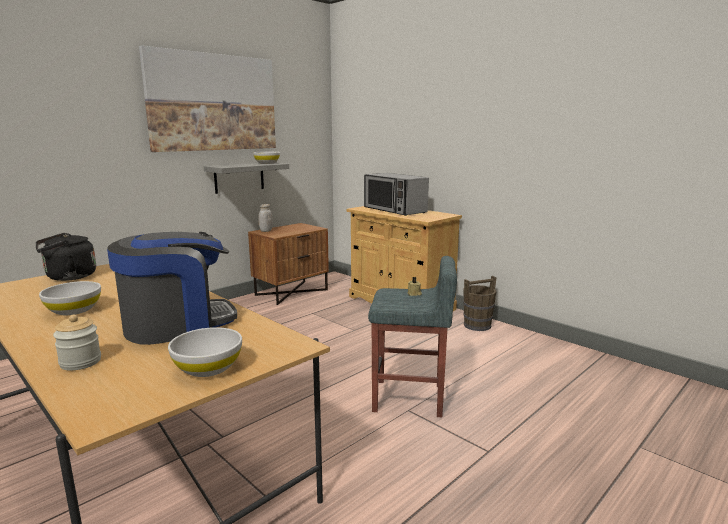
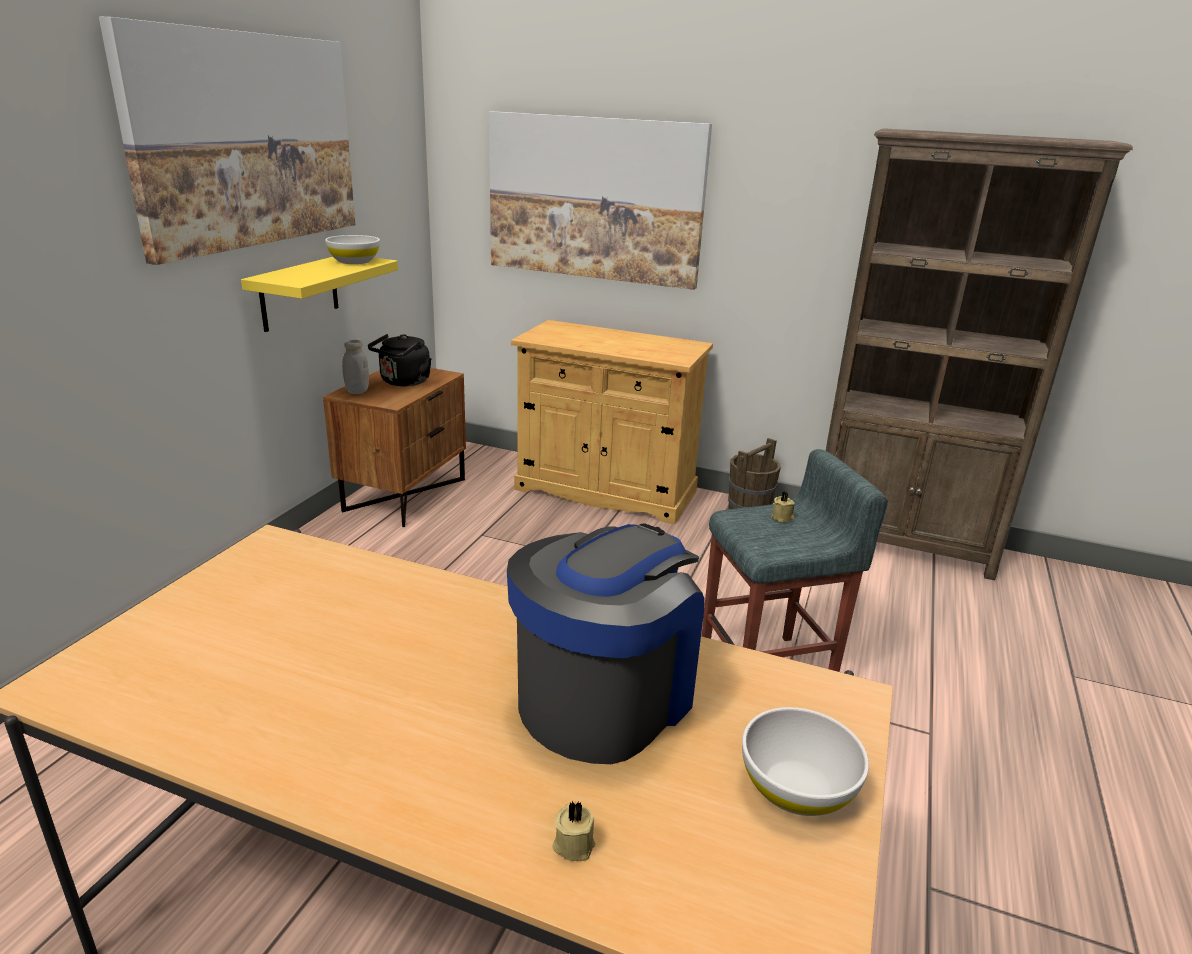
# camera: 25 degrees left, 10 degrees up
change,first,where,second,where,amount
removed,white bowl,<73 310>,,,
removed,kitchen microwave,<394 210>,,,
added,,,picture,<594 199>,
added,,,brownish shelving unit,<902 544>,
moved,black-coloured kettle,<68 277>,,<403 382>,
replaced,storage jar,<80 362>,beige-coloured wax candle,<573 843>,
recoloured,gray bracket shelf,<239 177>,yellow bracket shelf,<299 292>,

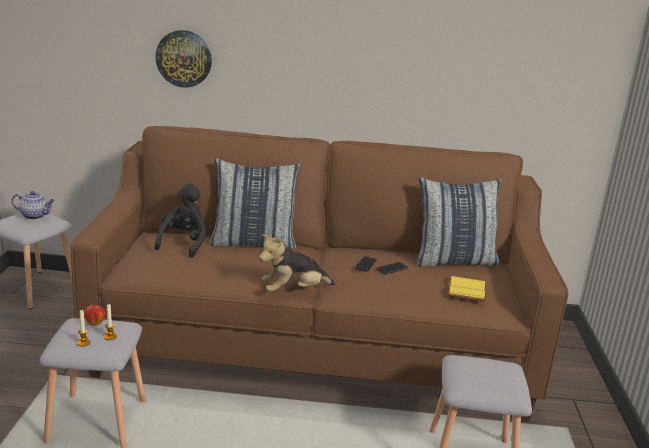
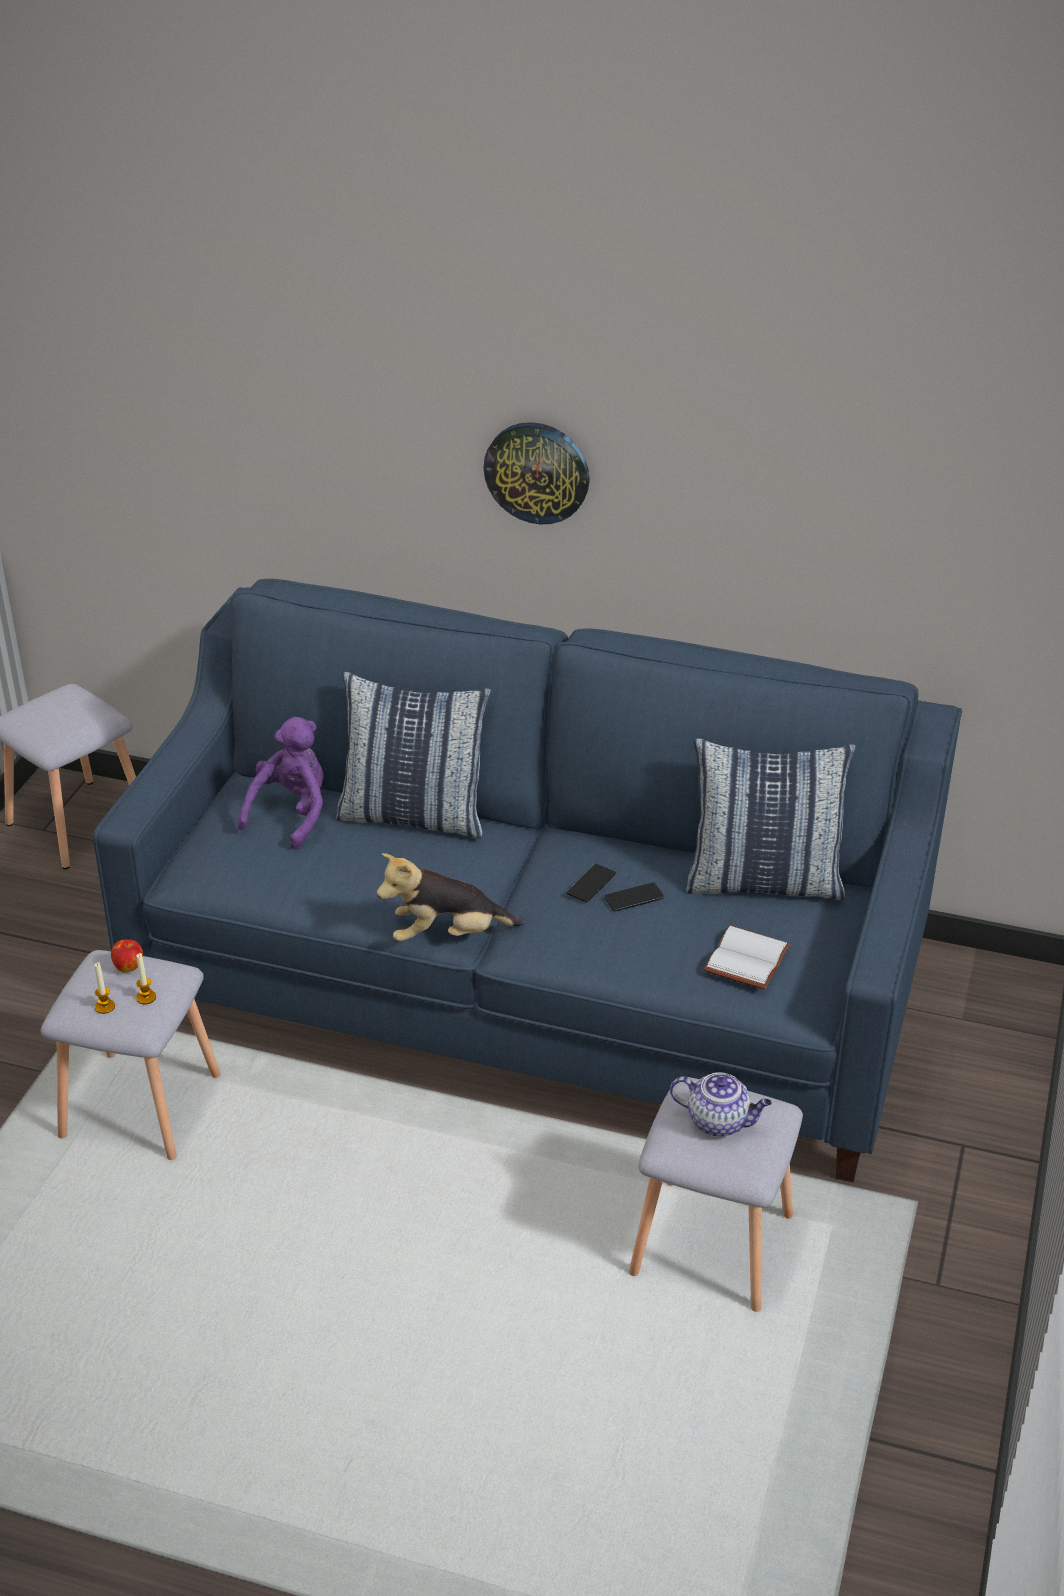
# camera: 15 degrees right, 15 degrees up
change,first,where,second,where,amount
moved,pot for tea,<35 216>,,<719 1121>,
moved,hanging clock,<184 58>,,<537 472>,
recoloured,brownish settee,<315 345>,blue settee,<533 985>,
recoloured,black-coloured soft toy,<184 244>,purple-coloured soft toy,<291 814>,
recoloured,yellow volume,<468 291>,white volume,<748 961>,

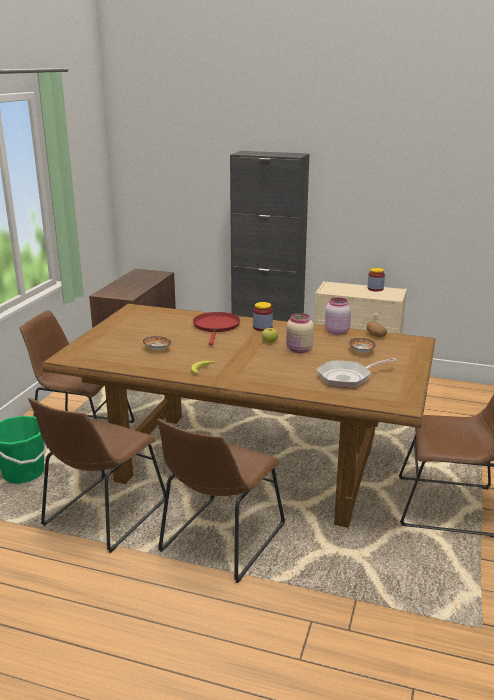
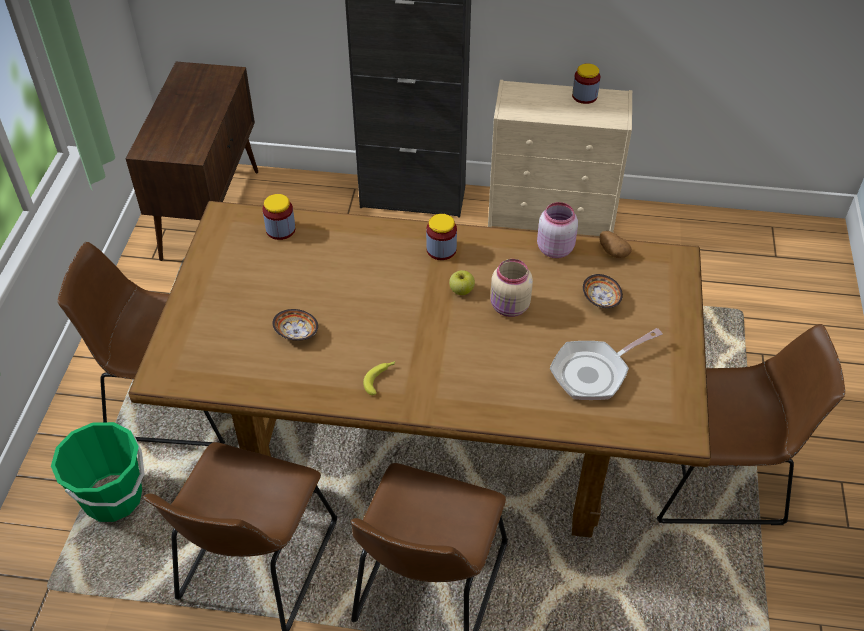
# camera: 10 degrees left, 25 degrees up
change,first,where,second,where,amount
removed,red-coloured skillet,<216 327>,,,
added,,,storage jar,<280 230>,

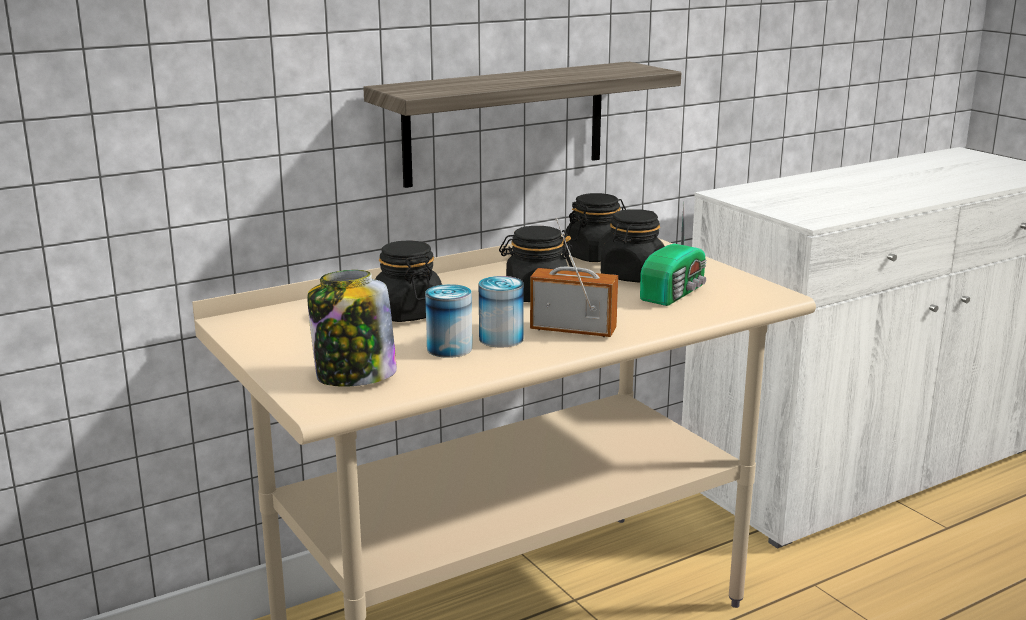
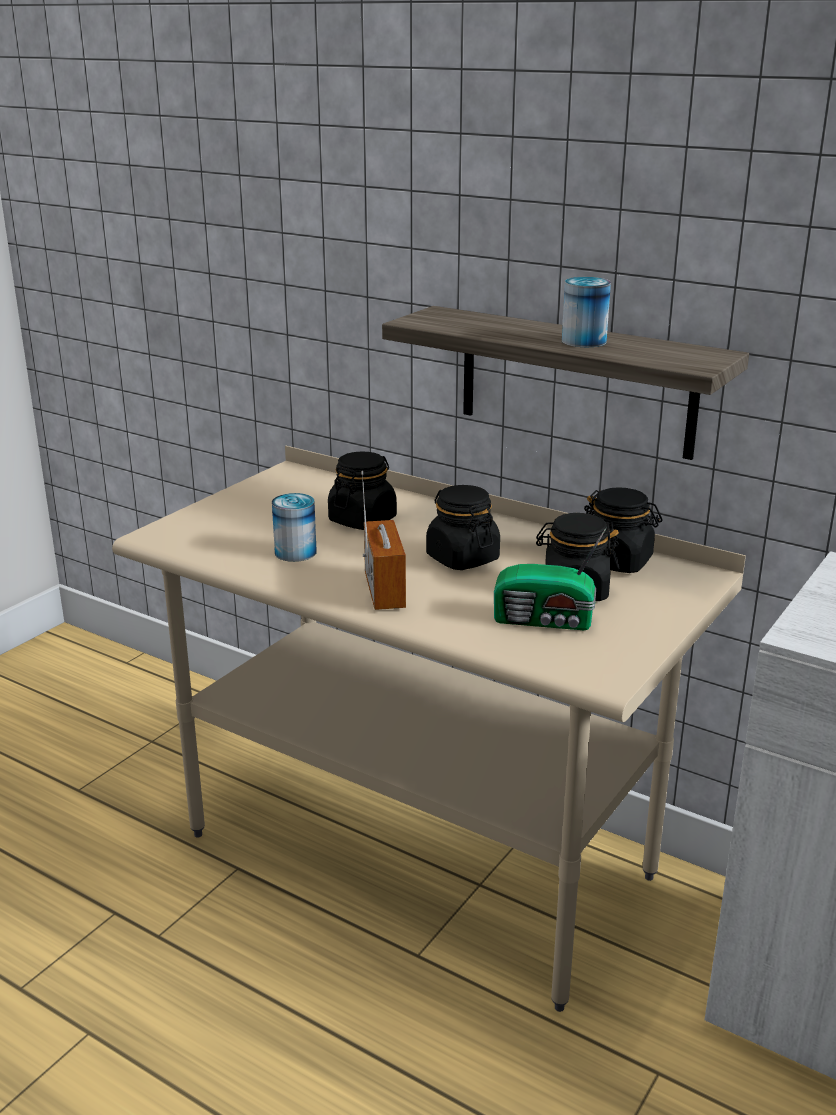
# camera: 65 degrees right, 5 degrees up
change,first,where,second,where,amount
removed,storage jar,<354 376>,,,
moved,sealed can,<501 339>,,<584 341>,

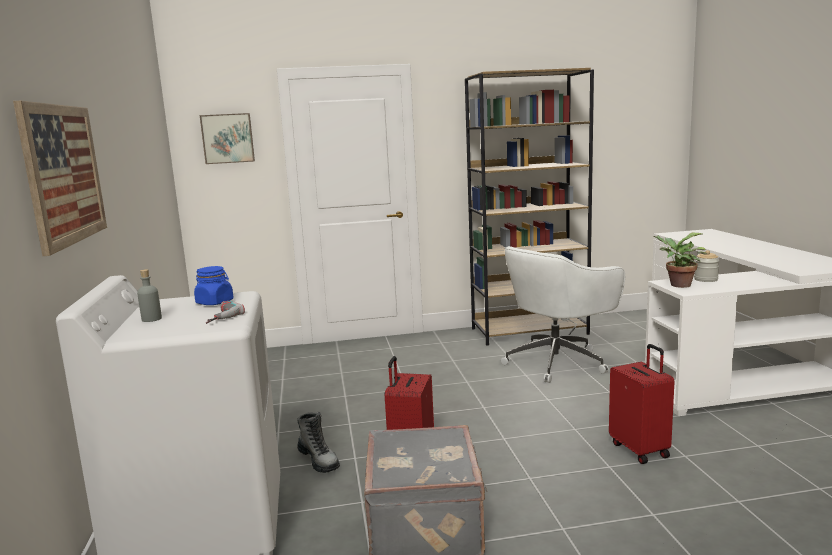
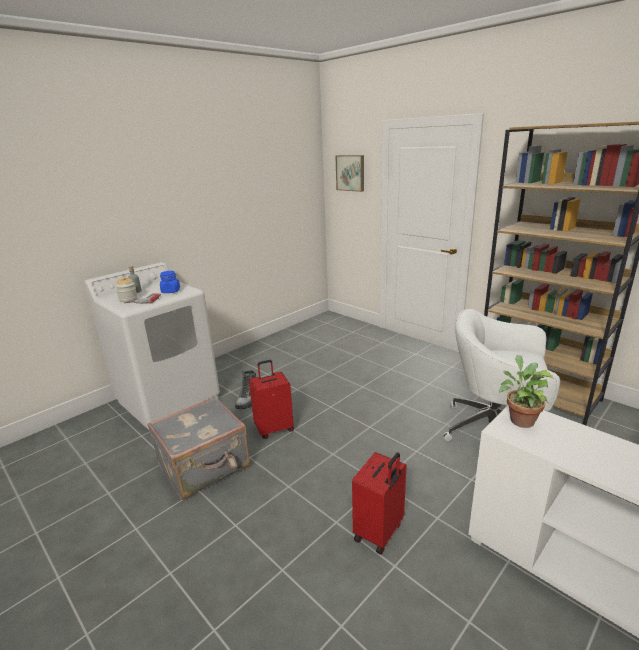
# camera: 55 degrees right, 10 degrees up
change,first,where,second,where,amount
removed,picture,<64 174>,,,
moved,storage jar,<706 279>,,<128 299>,

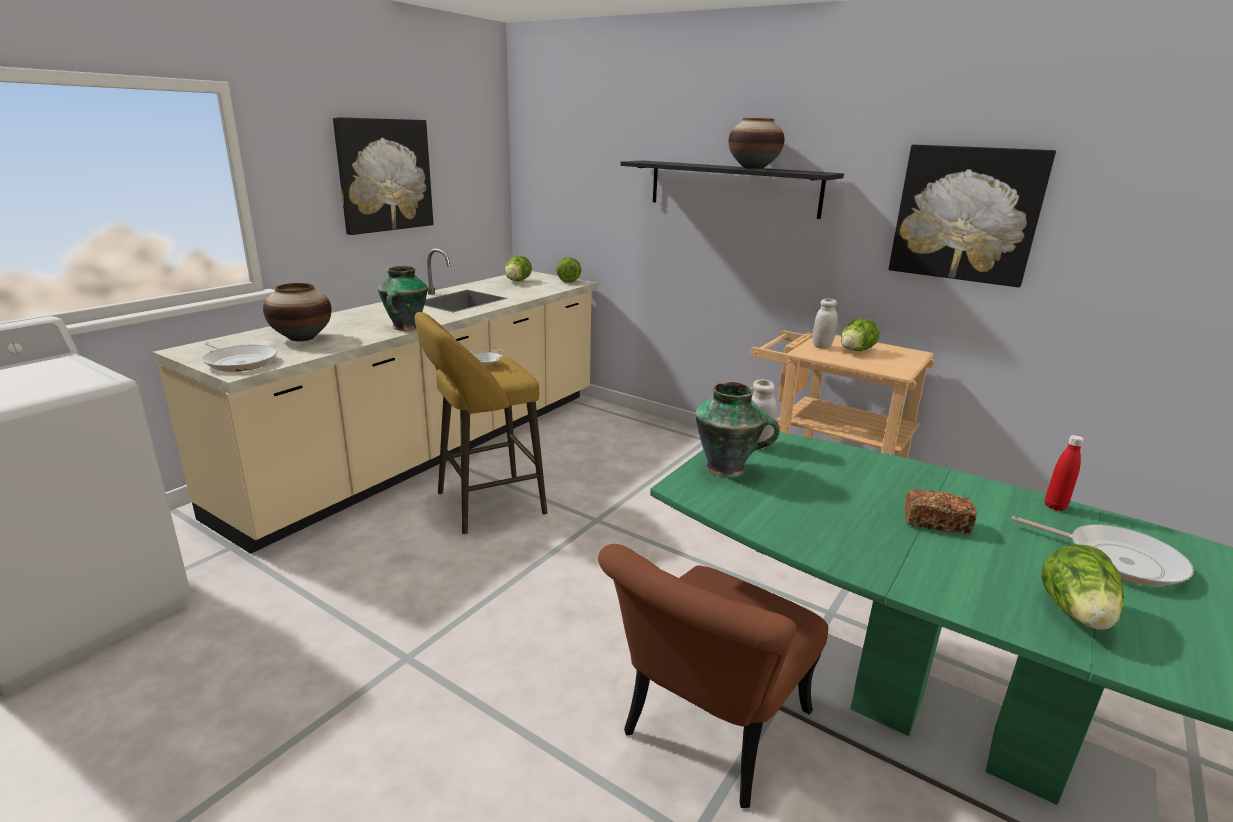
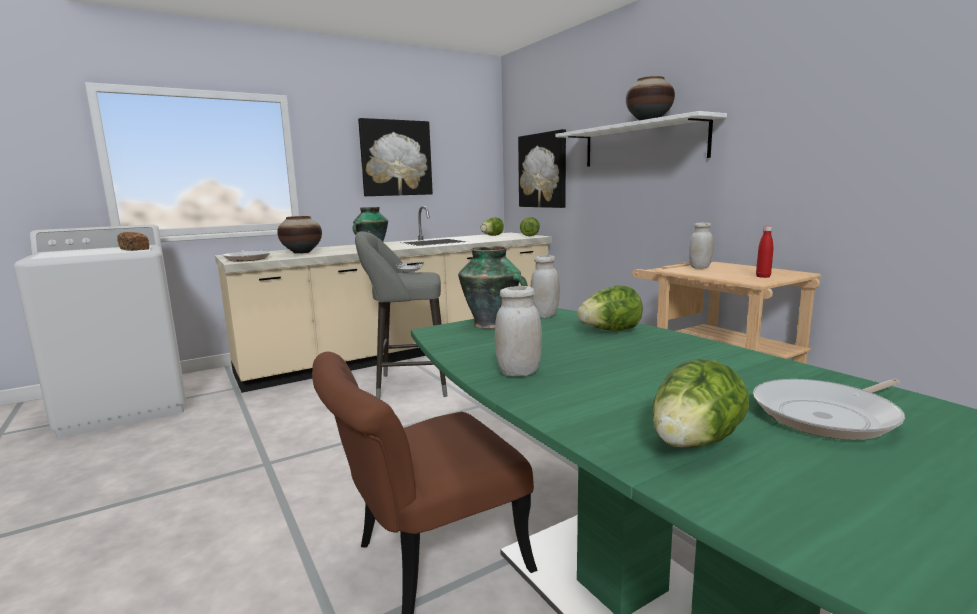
# camera: 25 degrees right, 10 degrees down
change,first,where,second,where,amount
added,,,white storage jar,<518 372>,
moved,head of lettuce,<855 351>,,<609 331>,
moved,picture,<966 214>,,<543 170>,
moved,bread,<936 523>,,<134 249>,
moved,red-coloured bottle,<1055 506>,,<763 277>,
recoloured,yellow stool,<484 504>,gray stool,<408 386>,
recoloured,black-coloured bracket shelf,<733 188>,white bracket shelf,<642 144>,
turned,skillet,<1117 559>,,<829 415>,90 degrees clockwise

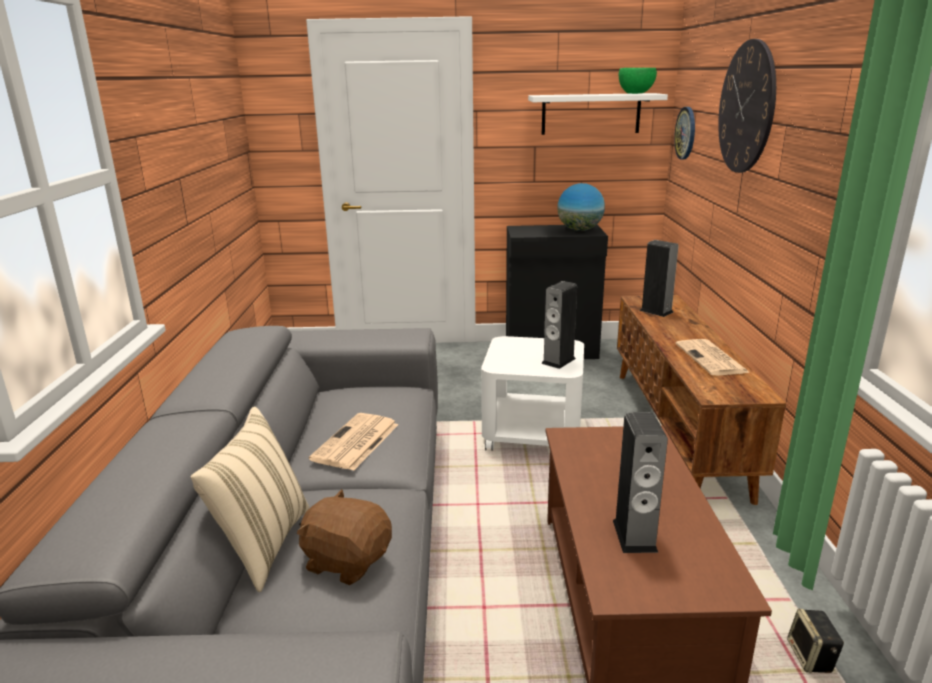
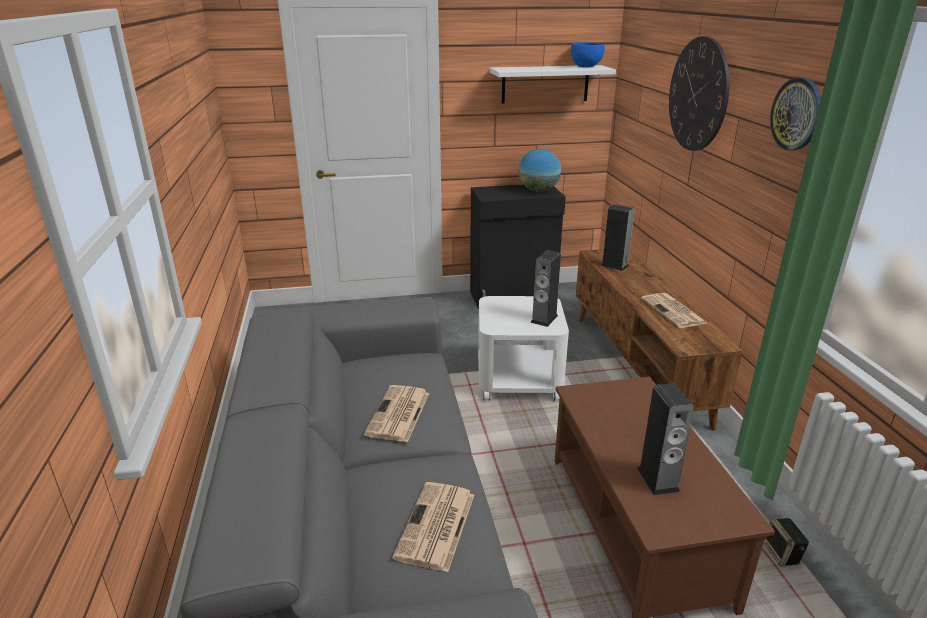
# camera: 10 degrees left, 5 degrees up
change,first,where,second,where,amount
removed,beige-coloured pillow,<262 545>,,,
moved,hanging clock,<686 133>,,<797 114>,
replaced,brownish soft toy,<347 560>,daily paper,<436 527>,
recoloured,green bowl,<635 93>,blue bowl,<585 66>,

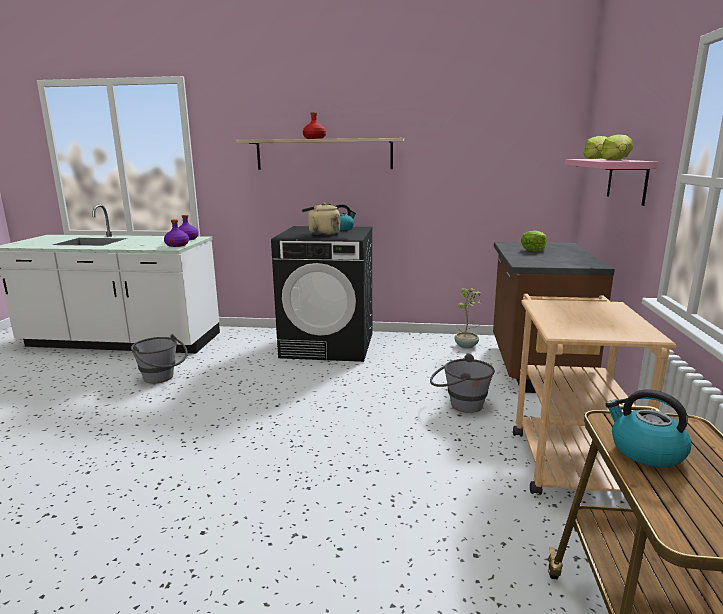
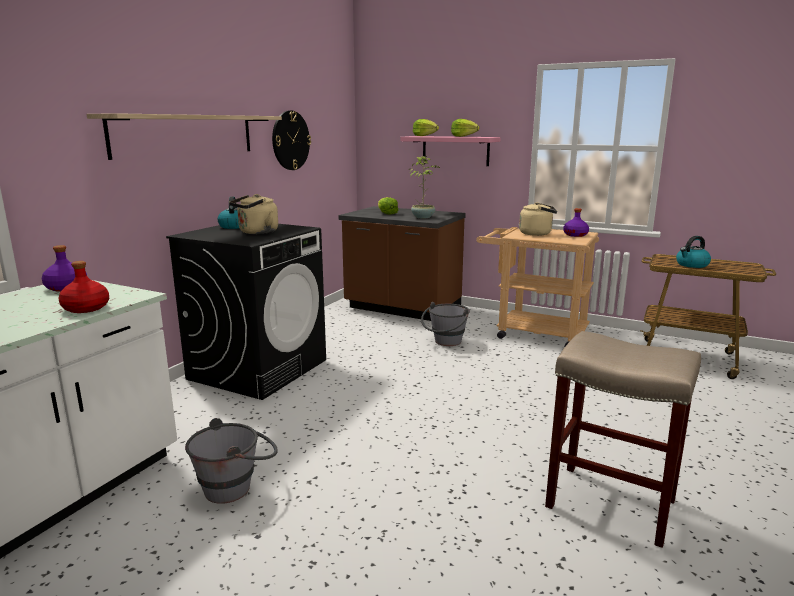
# camera: 70 degrees left, 0 degrees up
change,first,where,second,where,amount
added,,,hanging clock,<290 140>,
added,,,beige-coloured kettle,<537 233>,
added,,,beige-coloured stool,<612 503>,
moved,purple-coloured bottle,<177 245>,,<575 235>,
moved,red-coloured bottle,<314 138>,,<86 308>,
moved,potted plant,<466 346>,,<423 217>,

